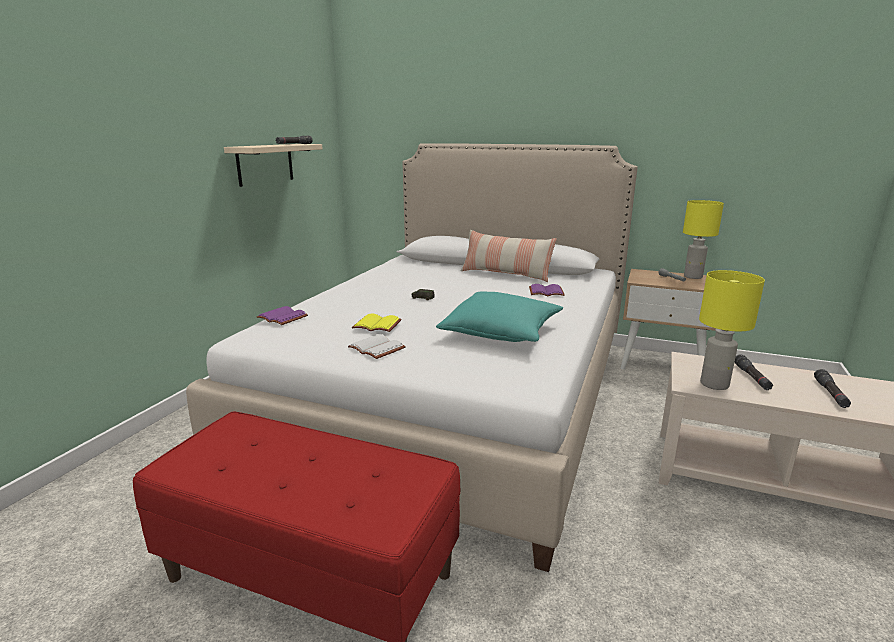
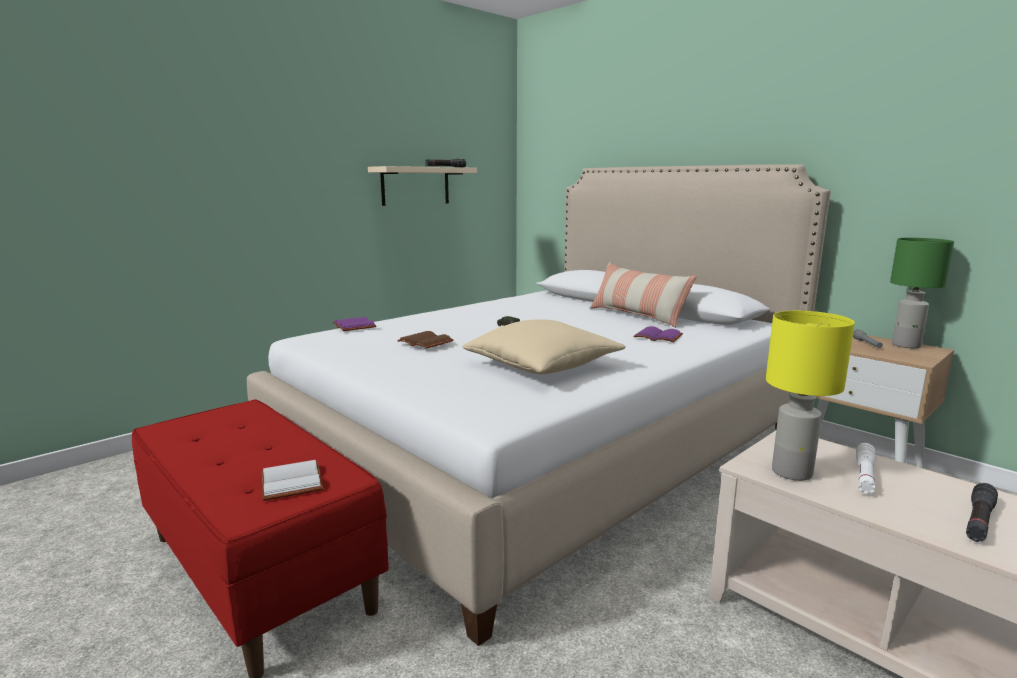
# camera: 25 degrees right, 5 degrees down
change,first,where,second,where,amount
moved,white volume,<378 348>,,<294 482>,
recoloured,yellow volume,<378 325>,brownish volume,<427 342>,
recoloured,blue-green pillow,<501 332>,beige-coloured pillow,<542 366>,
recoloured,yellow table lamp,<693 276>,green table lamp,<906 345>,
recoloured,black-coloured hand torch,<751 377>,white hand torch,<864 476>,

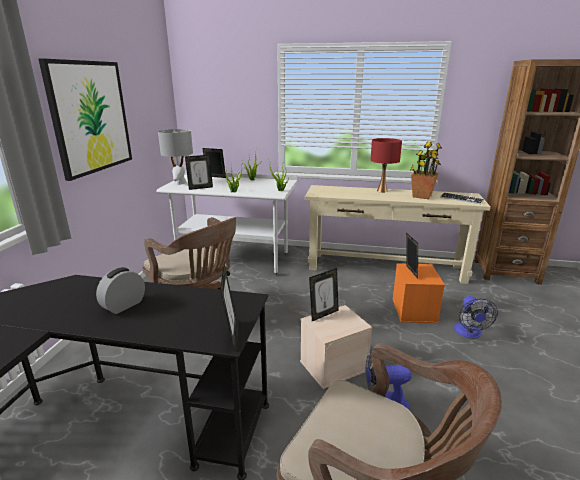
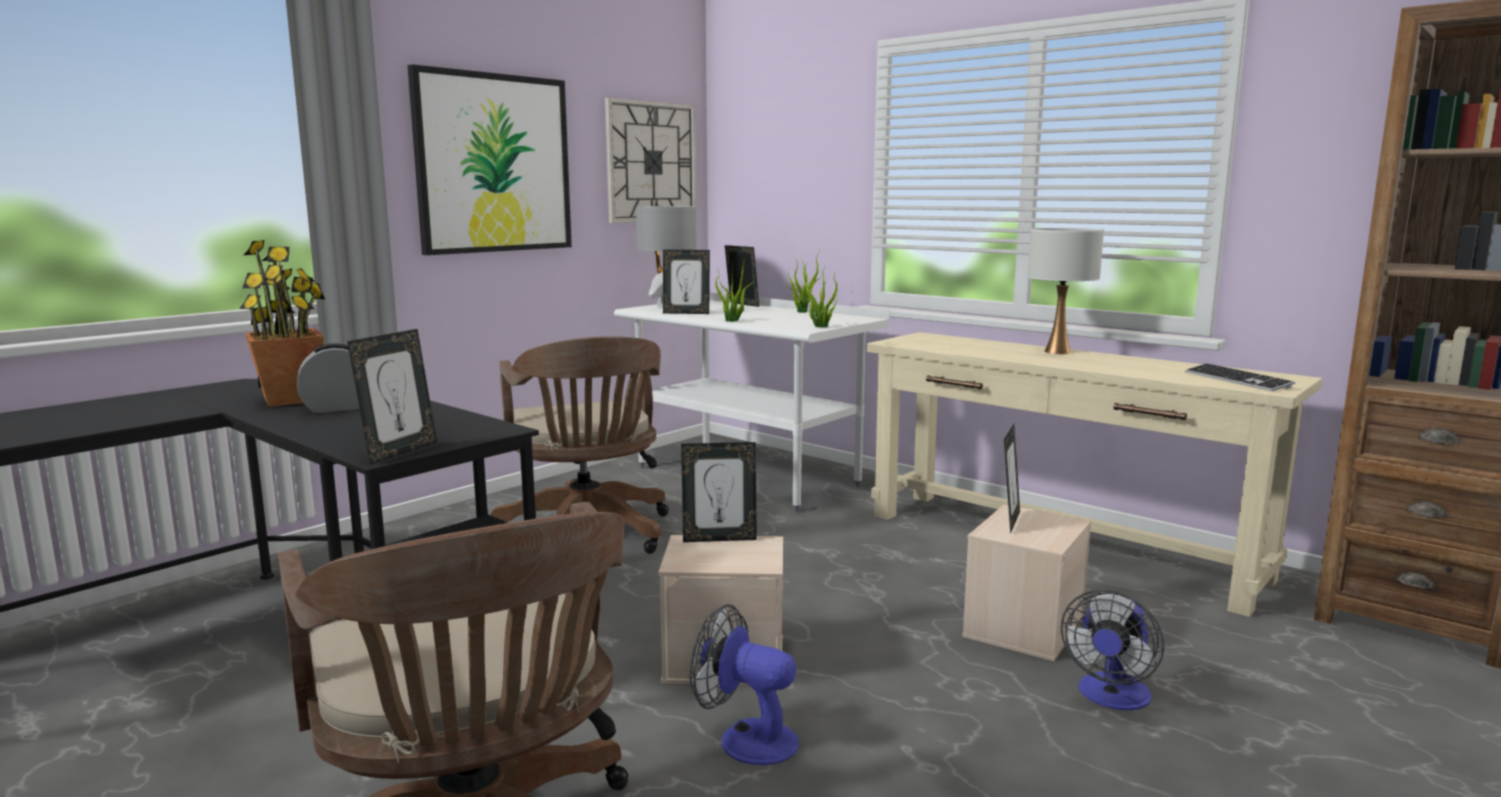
# camera: 30 degrees right, 10 degrees down
change,first,where,second,where,amount
added,,,hanging clock,<651 162>,
moved,potted plant,<421 196>,,<291 399>,
recoloured,red-coloured table lamp,<382 191>,white table lamp,<1057 351>,
recoloured,orange storage container,<413 310>,beige-coloured storage container,<1023 626>,

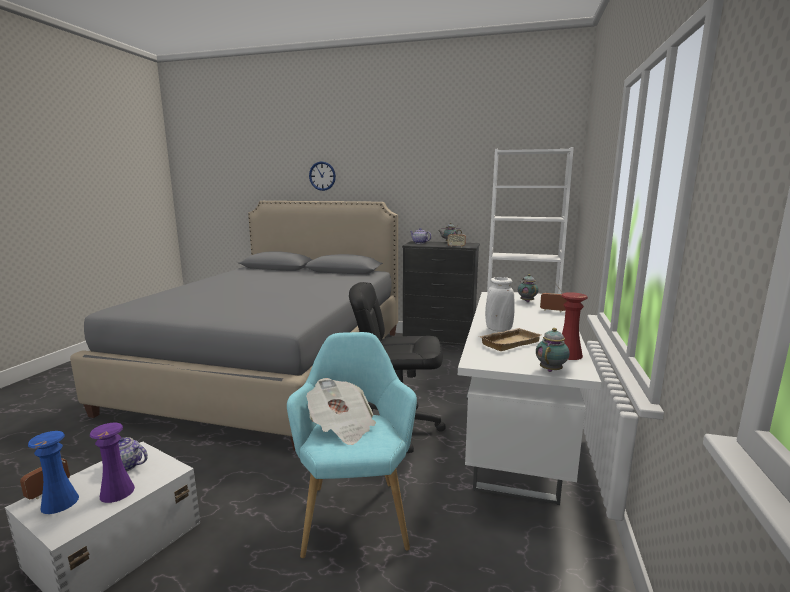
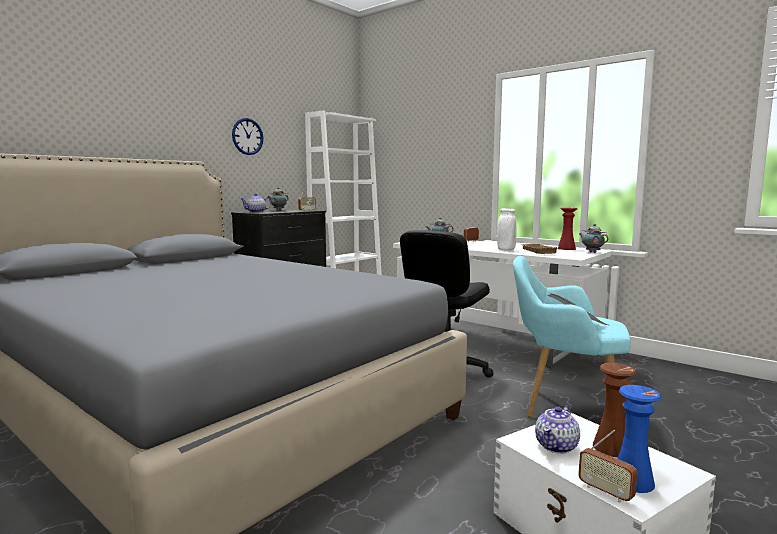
# camera: 65 degrees left, 5 degrees down
change,first,where,second,where,amount
moved,hanging clock,<322 176>,,<247 136>,
recoloured,purple-coloured vase,<117 492>,brownish vase,<611 447>,

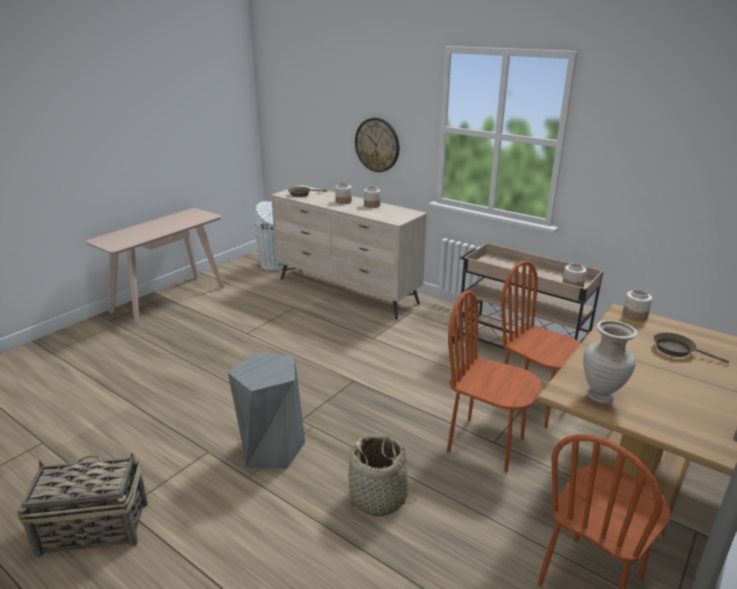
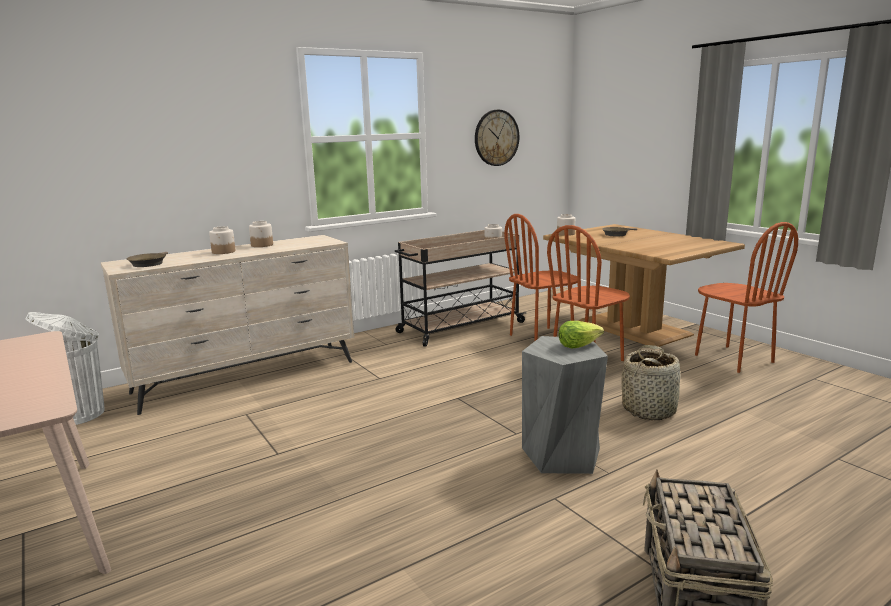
# camera: 70 degrees left, 10 degrees down
change,first,where,second,where,amount
removed,beige-coloured vase,<601 396>,,,
added,,,head of lettuce,<578 345>,
moved,hanging clock,<377 145>,,<496 138>,

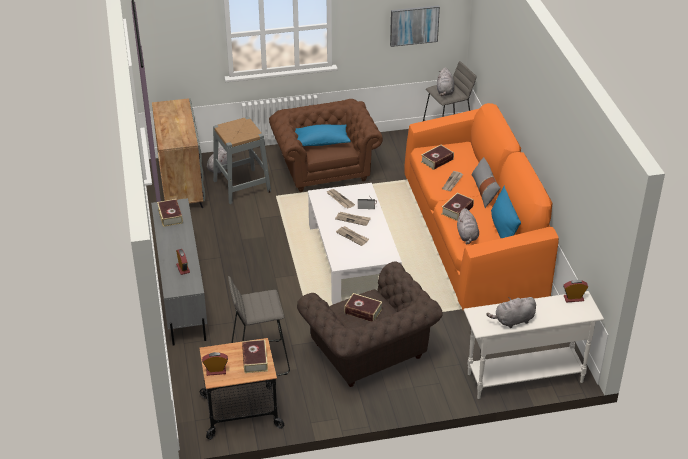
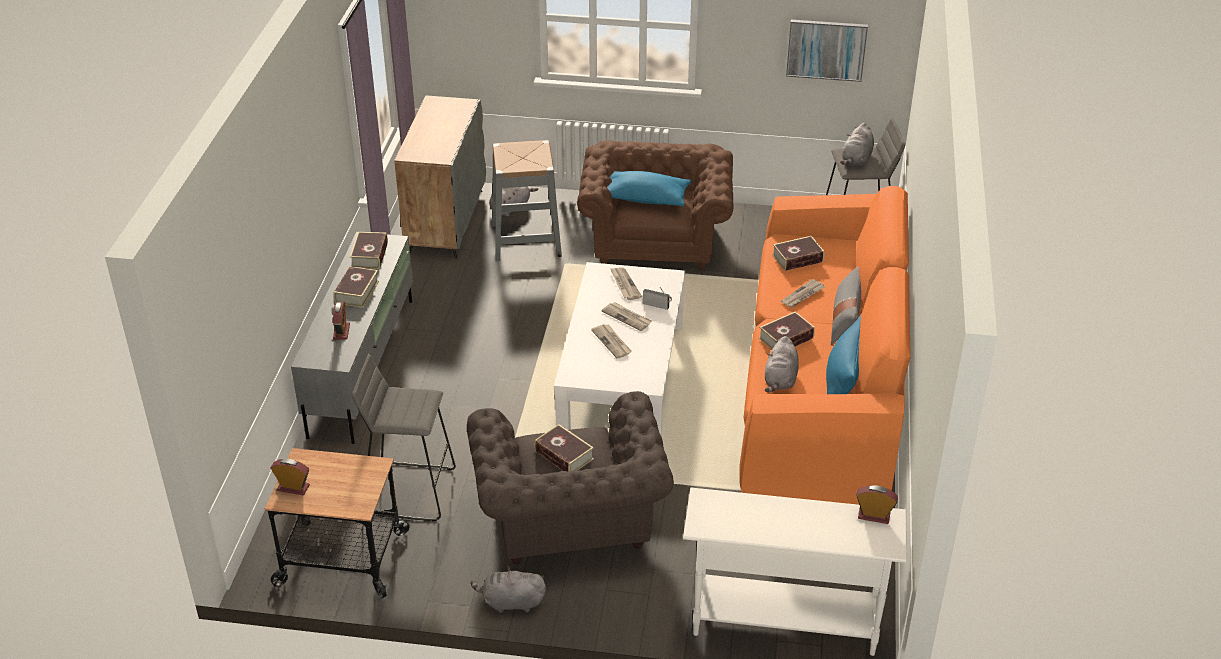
# camera: 20 degrees right, 0 degrees up
change,first,where,second,where,amount
moved,volume,<255 360>,,<357 292>,
moved,gray soft toy,<513 321>,,<511 602>,

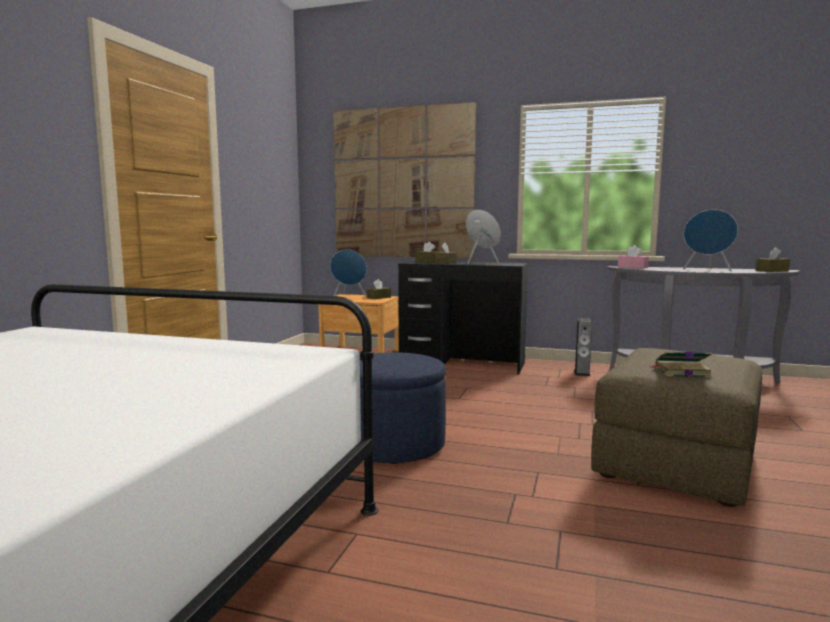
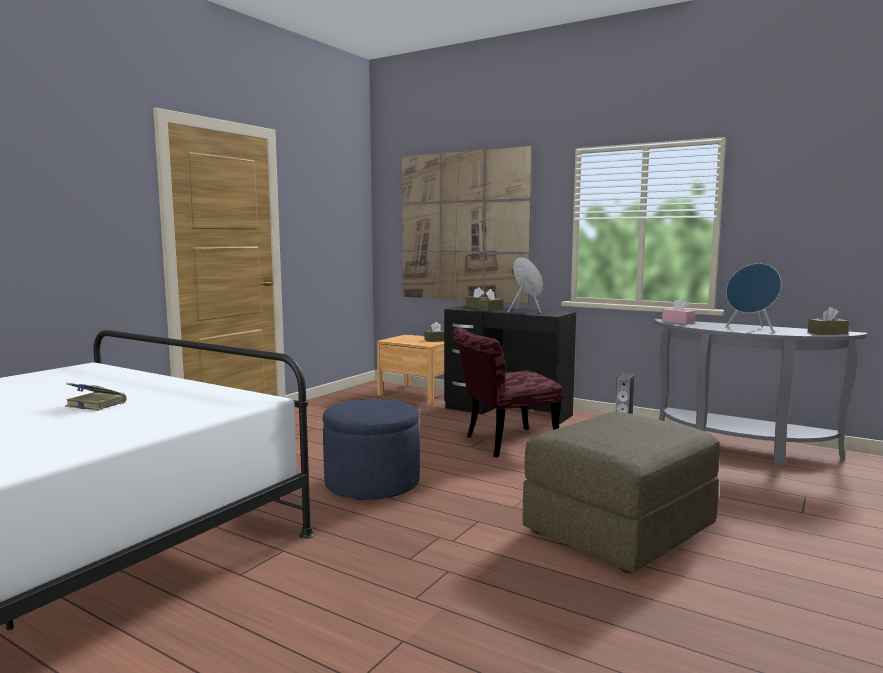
# camera: 15 degrees right, 0 degrees up
change,first,where,second,where,amount
removed,blue loudspeaker,<348 296>,,,
added,,,red-coloured chair,<503 444>,
moved,volume,<680 372>,,<95 404>,

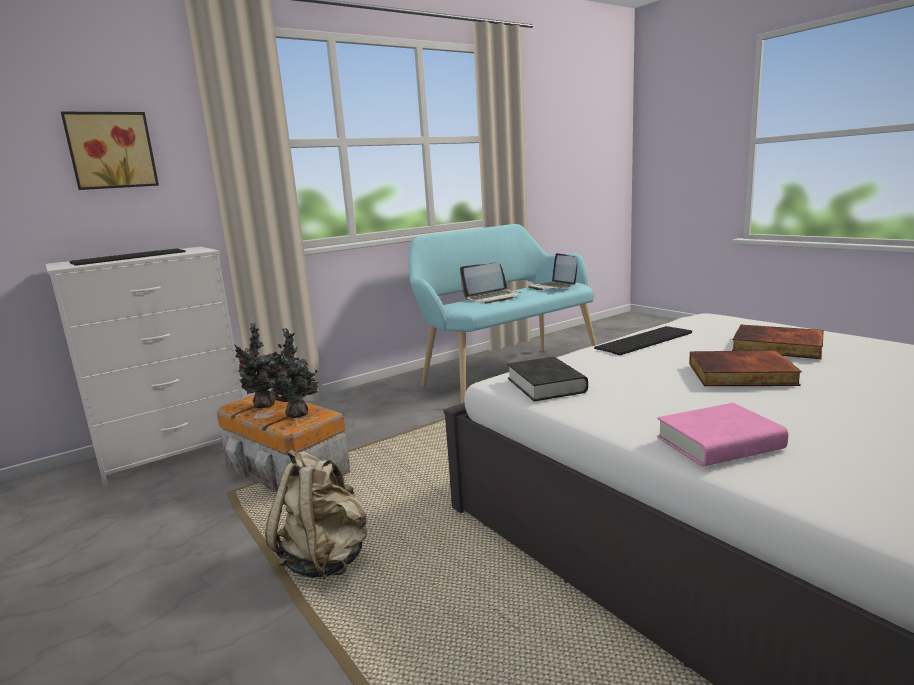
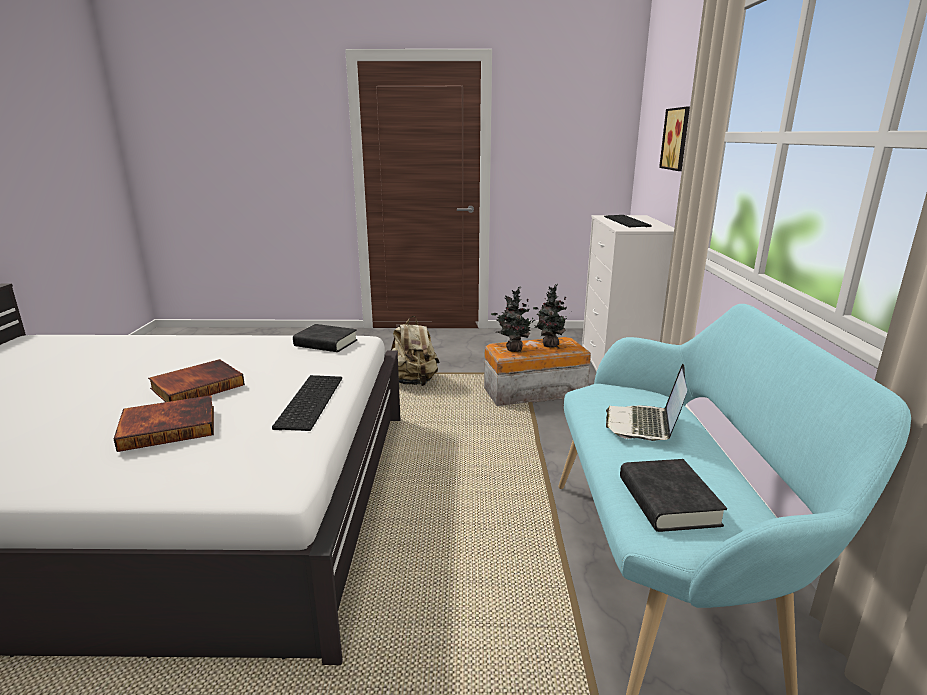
# camera: 125 degrees right, 5 degrees up
change,first,where,second,where,amount
removed,pink volume,<719 443>,,,
replaced,laptop,<553 287>,black-coloured volume,<668 501>,

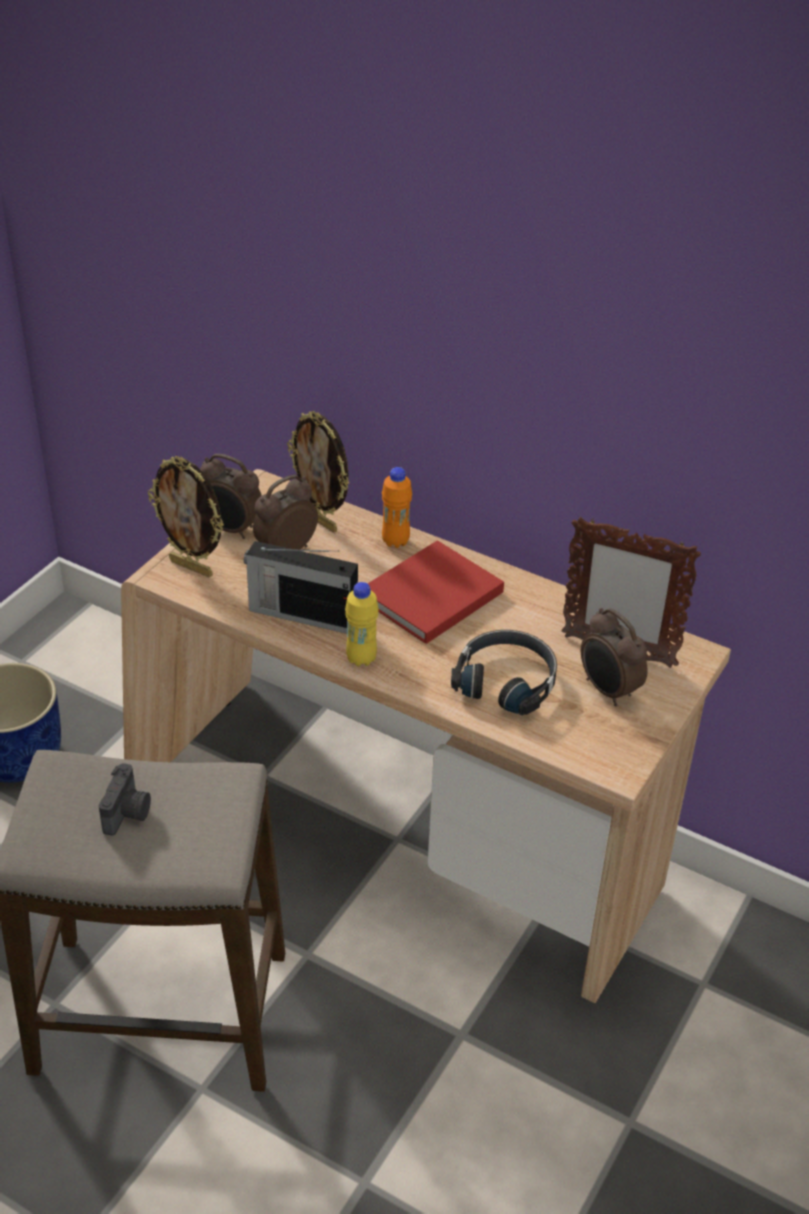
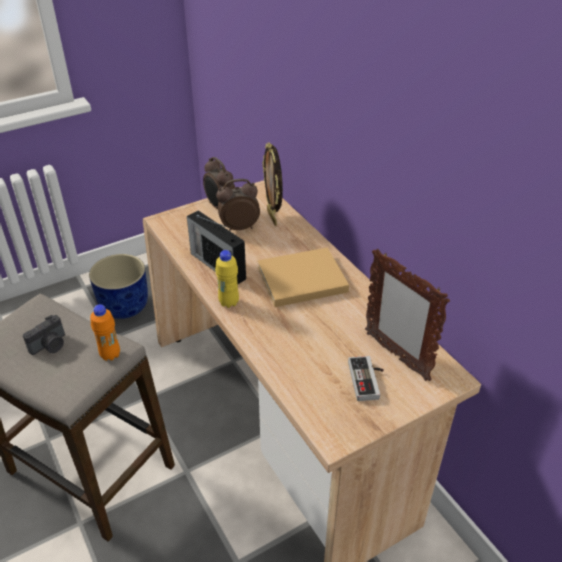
# camera: 30 degrees right, 0 degrees up
change,first,where,second,where,amount
removed,picture frame,<192 567>,,,
removed,black-coloured headphones,<506 681>,,,
moved,orange bottle,<395 541>,,<110 355>,
replaced,bedside clock,<607 691>,gamepad,<368 380>,
recoloured,red-coloured volume,<428 597>,beige-coloured volume,<299 280>,

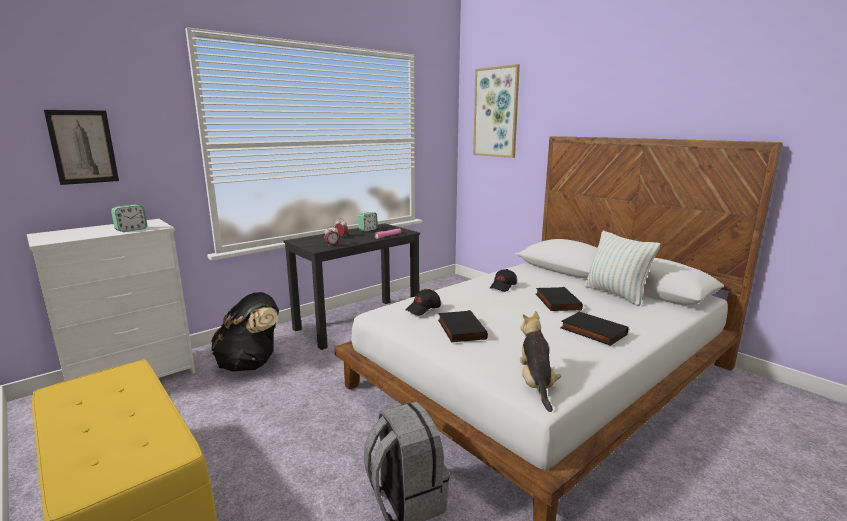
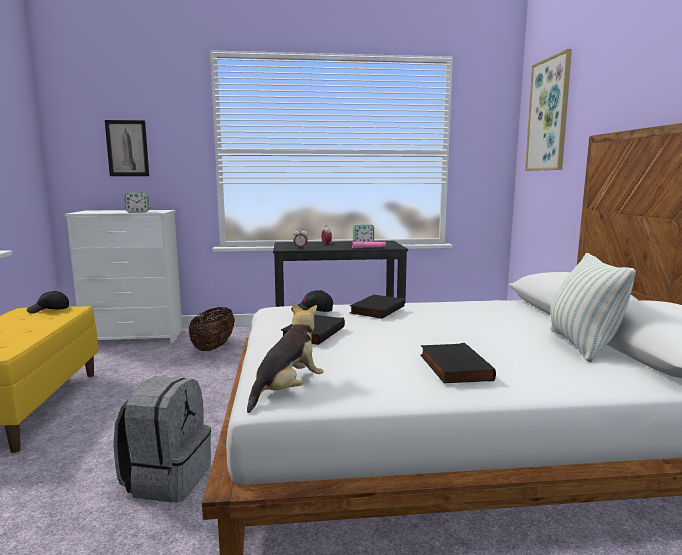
# camera: 35 degrees right, 5 degrees down
change,first,where,second,where,amount
moved,black-coloured cap,<503 286>,,<49 310>,
moved,black-coloured volume,<556 302>,,<376 309>,
replaced,black-coloured rucksack,<250 364>,storage basket,<213 347>,

